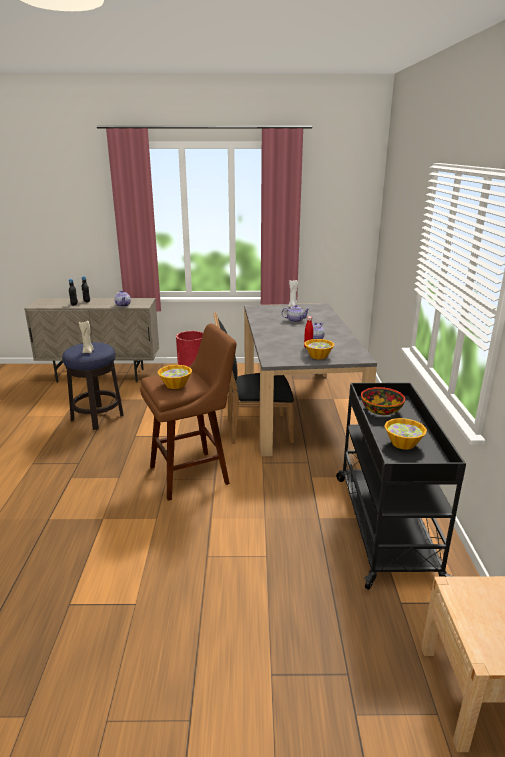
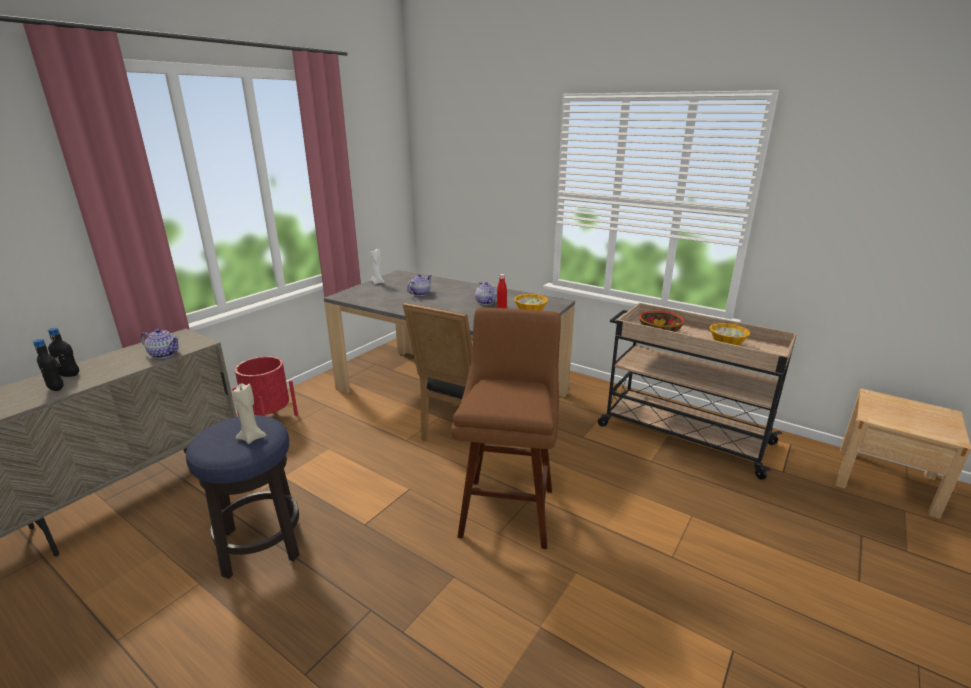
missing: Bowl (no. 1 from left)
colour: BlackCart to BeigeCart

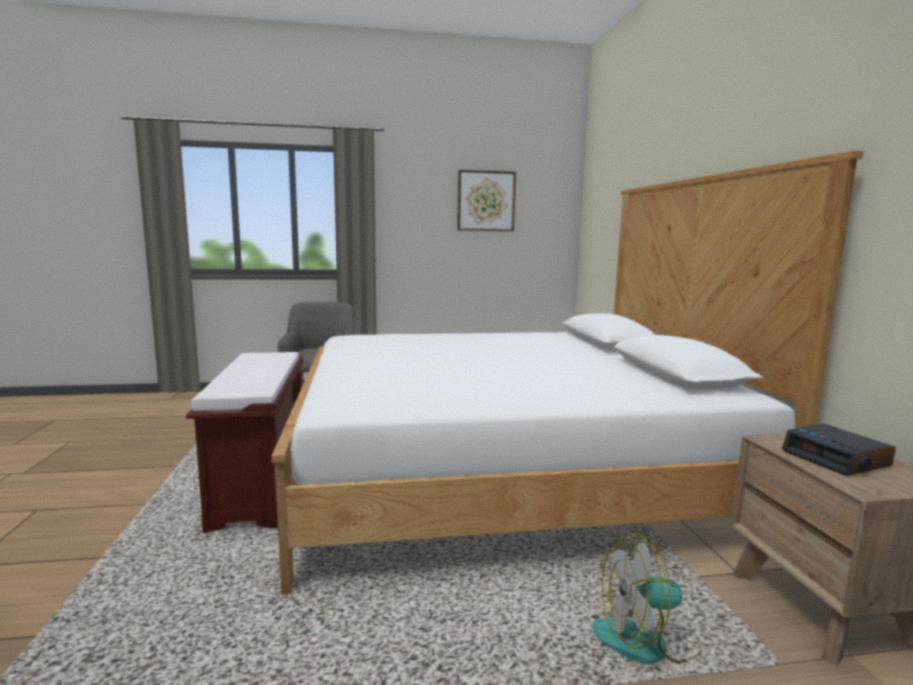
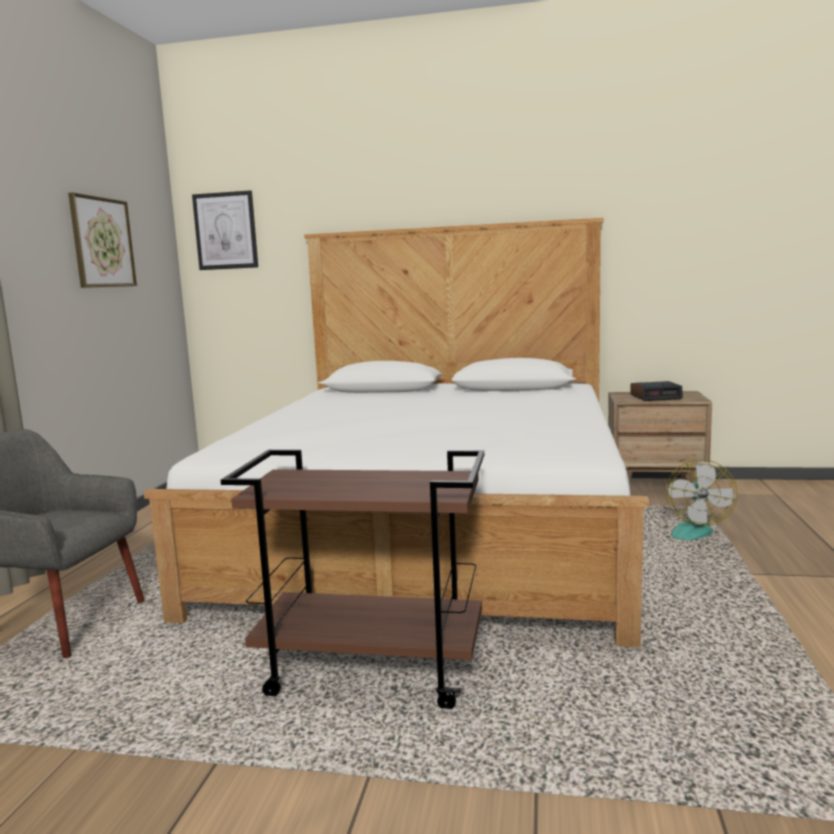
appeared: Picture (no. 2 from left)
exchanged: BrownBench to BrownCart

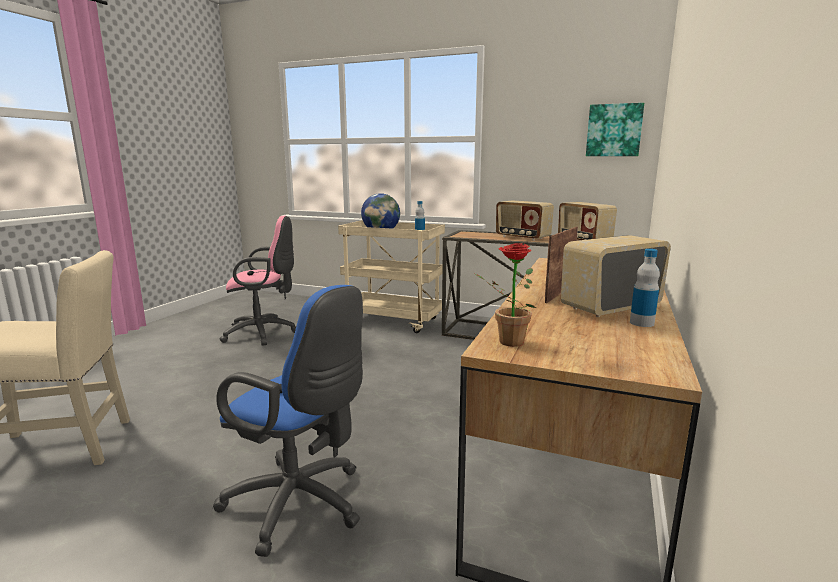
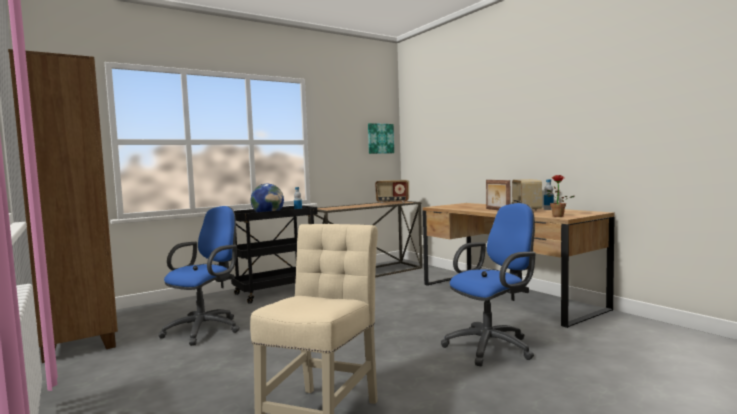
missing: Radio (no. 1 from left)
appeared: BrownBookcase
colour: PinkOfficeChair to BlueOfficeChair (no. 1 from left); BeigeCart to BlackCart

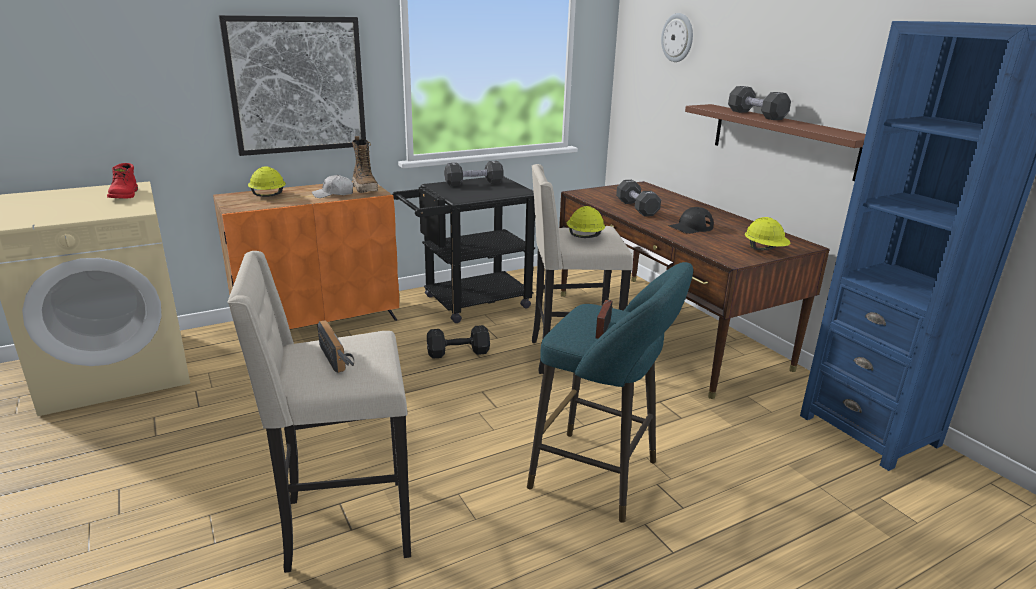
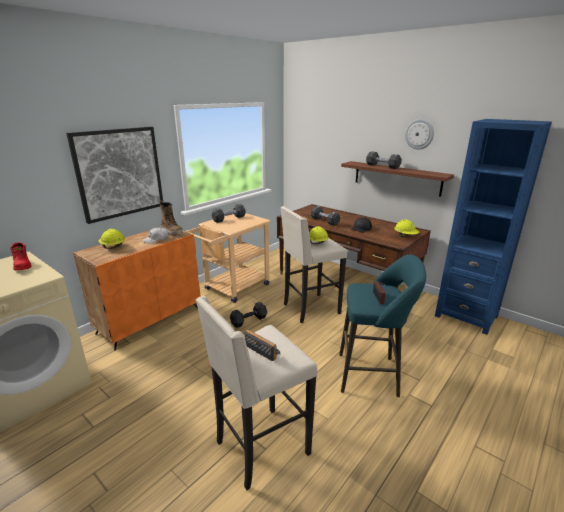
relocated: WallClock
colour: BlackCart to BeigeCart

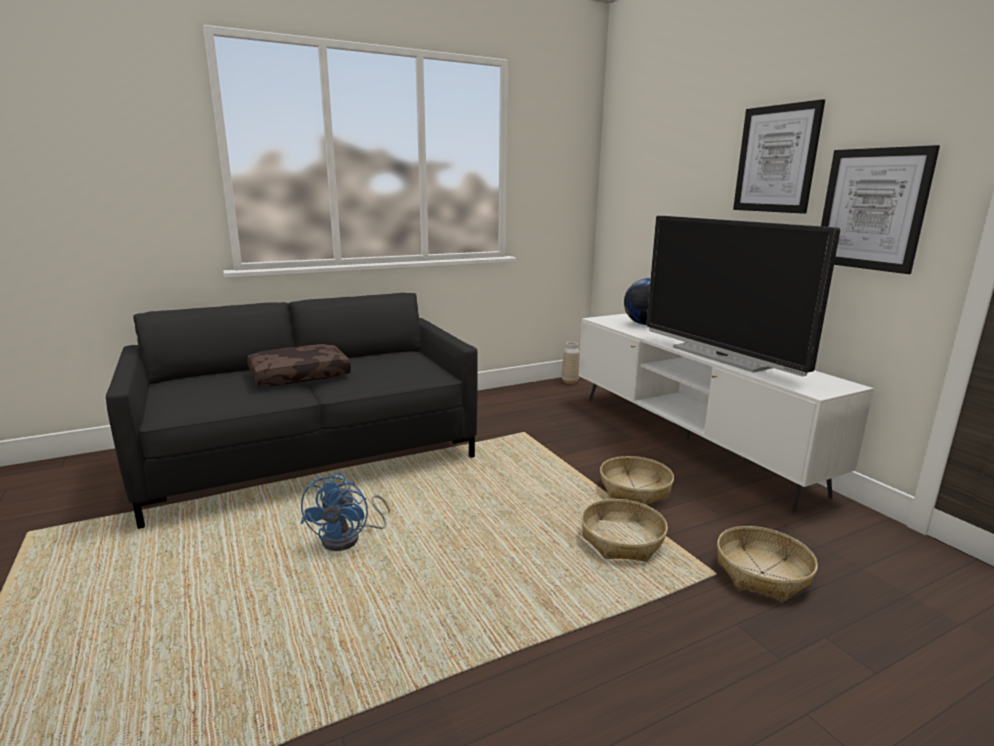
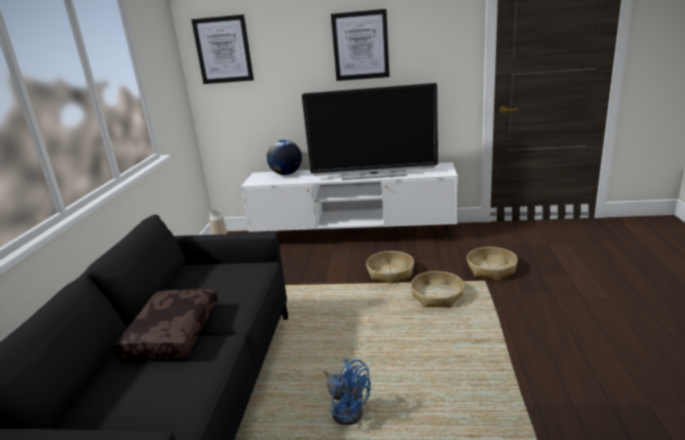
relocated: Picture (no. 2 from left in the first image) to Picture (no. 1 from left)

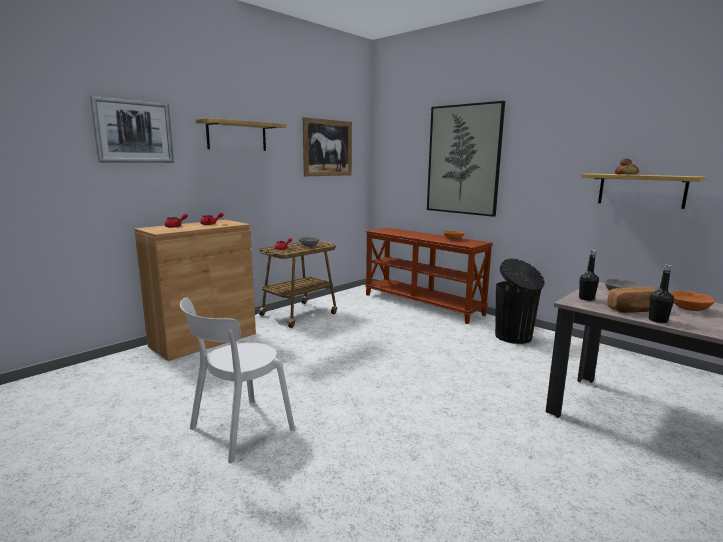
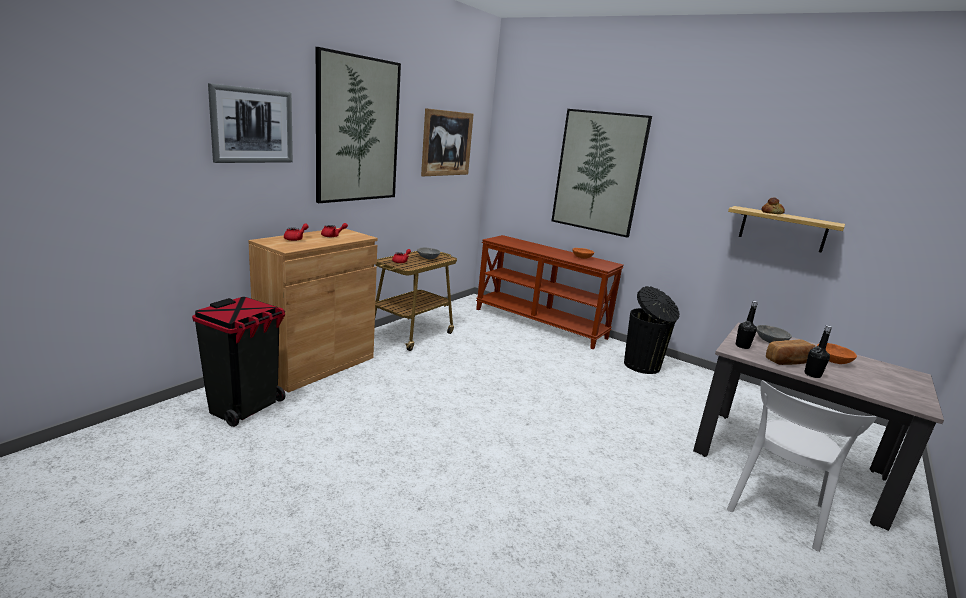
appeared: BlackTrashCan (no. 1 from left)
relocated: WhiteChair
exchanged: Shelf (no. 1 from left) to Picture (no. 2 from left)

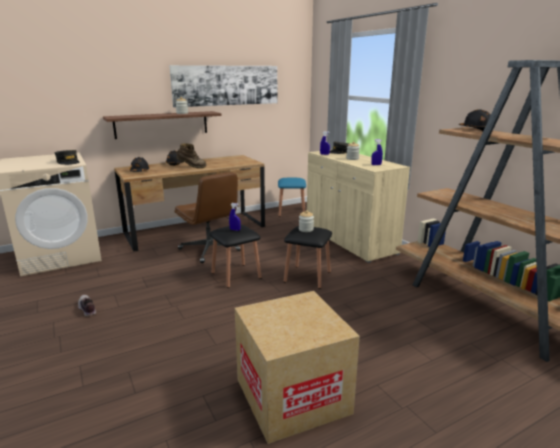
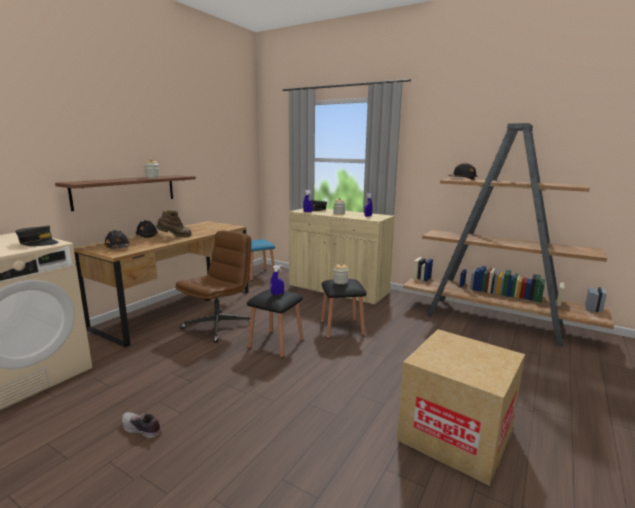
missing: Picture
spun: BrownOfficeChair 75 degrees counterclockwise

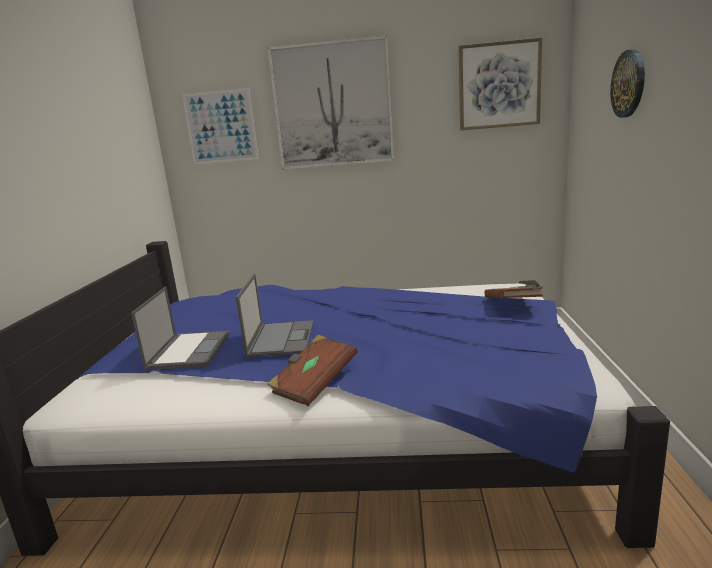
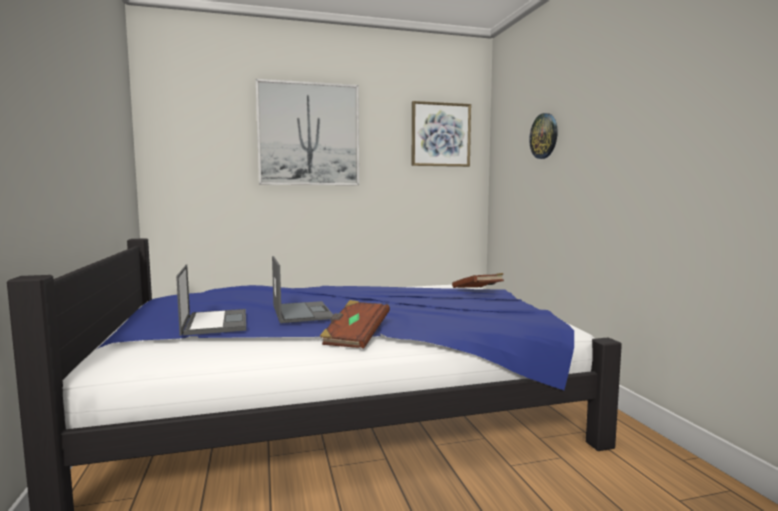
missing: Picture (no. 1 from left)

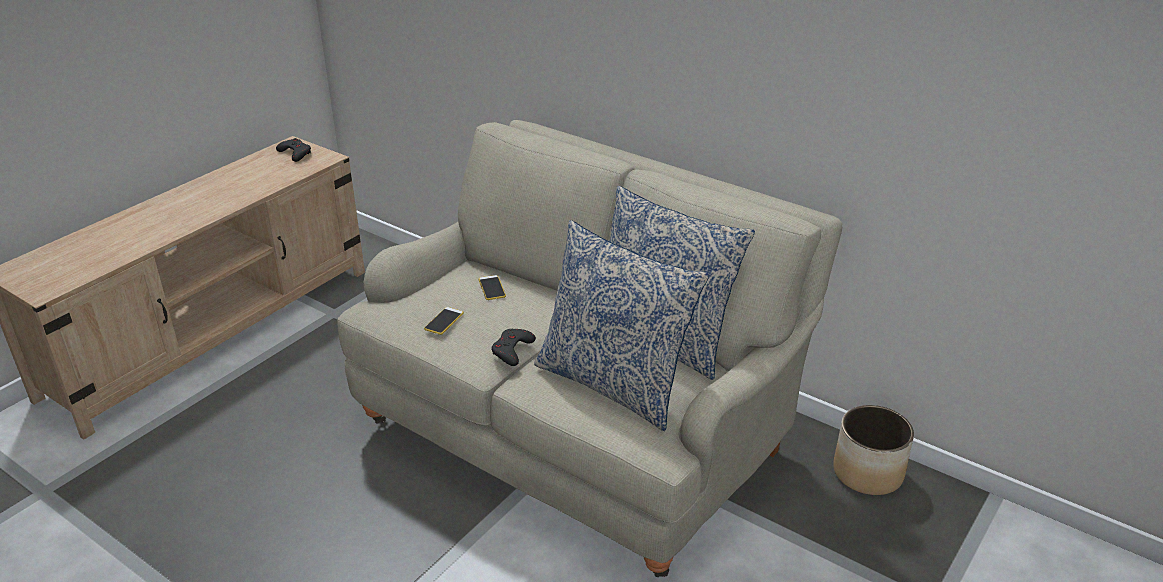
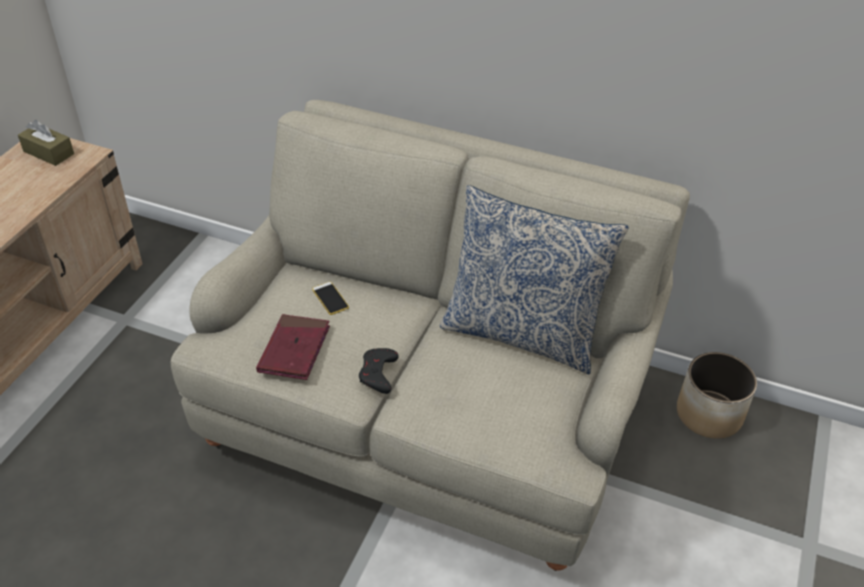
missing: Pillow (no. 1 from left)
exchanged: BlackGameController (no. 1 from left) to BrownTissueBox; Phone (no. 1 from left) to RedBook

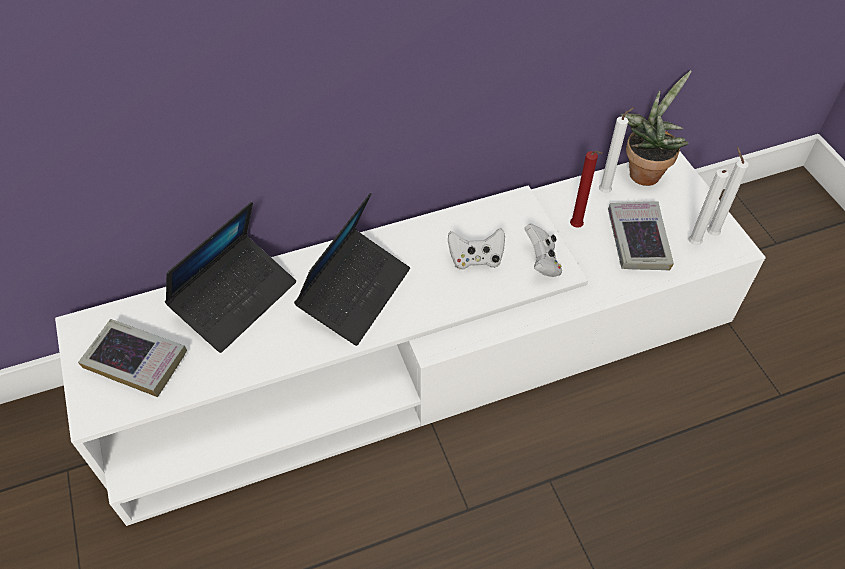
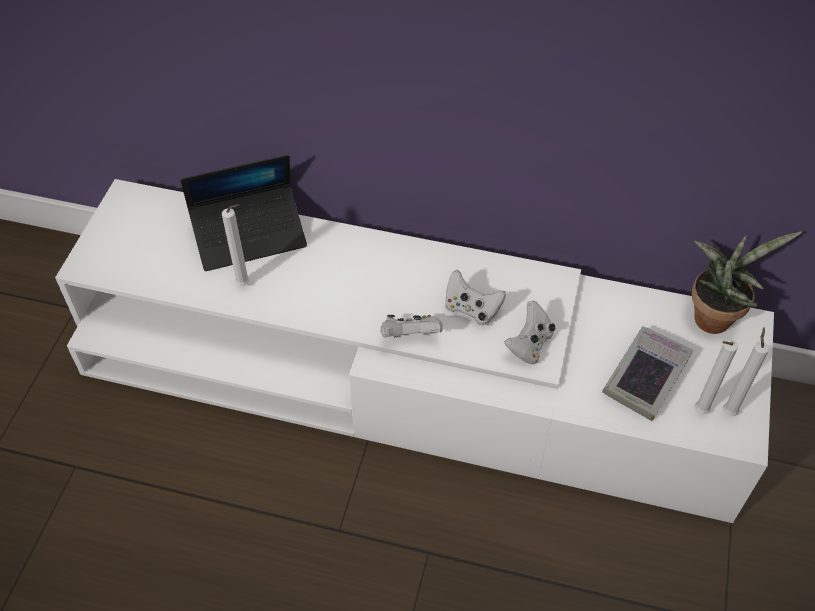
missing: Book (no. 1 from left); Laptop (no. 2 from left); RedCandle
appeared: WhiteGameController (no. 1 from left)
relocated: WhiteCandle (no. 1 from left)

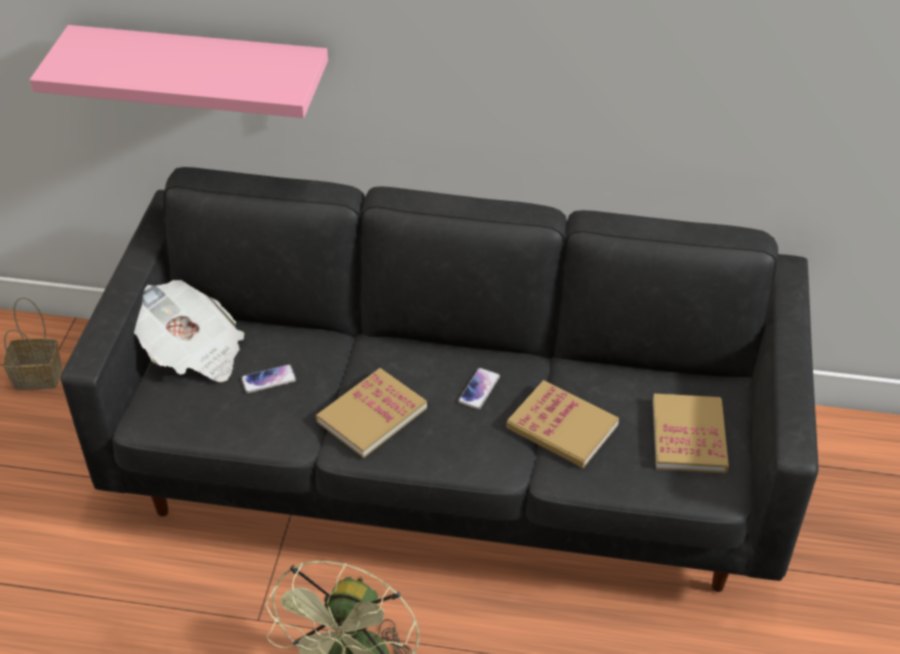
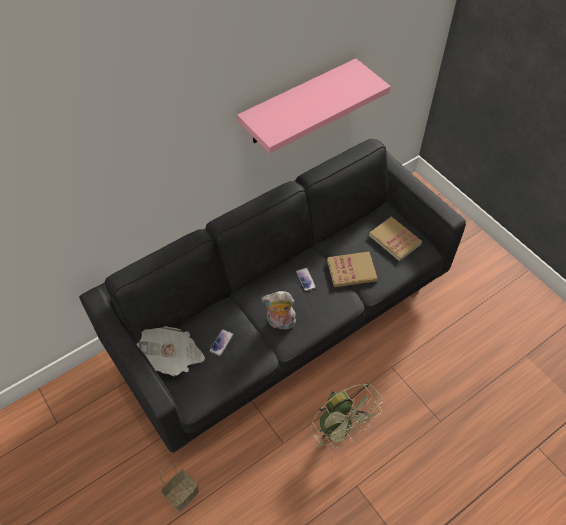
relocated: Basket; PinkShelf
exchanged: Book (no. 1 from left) to PlushToy

